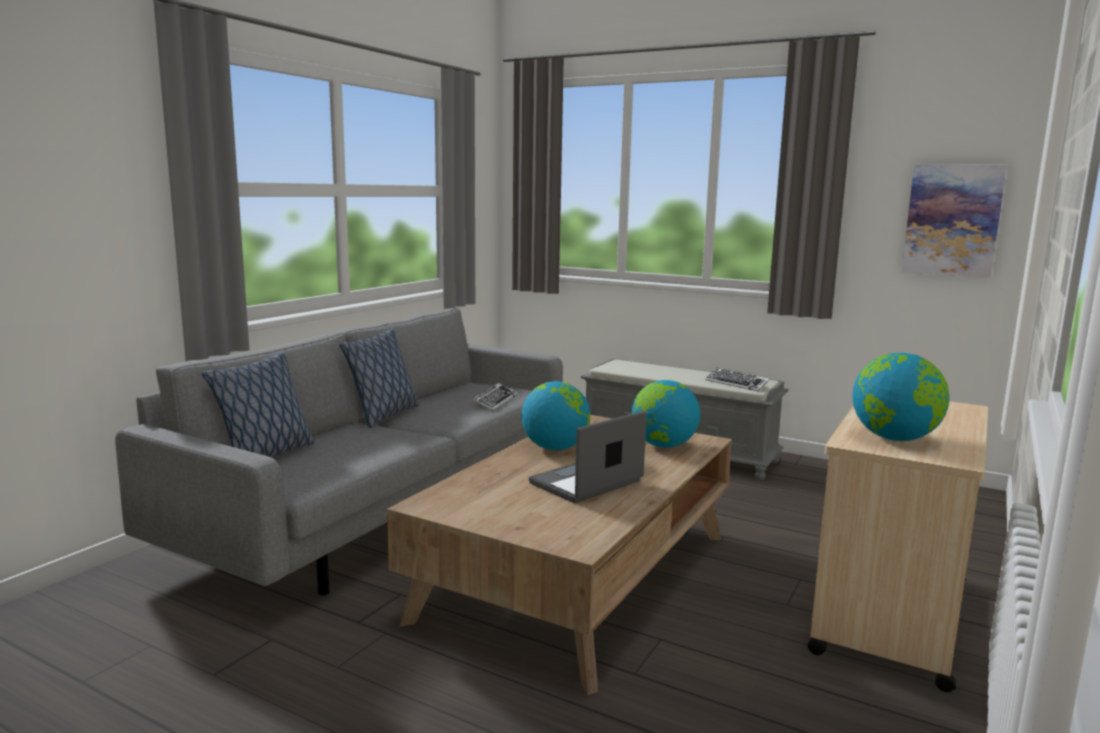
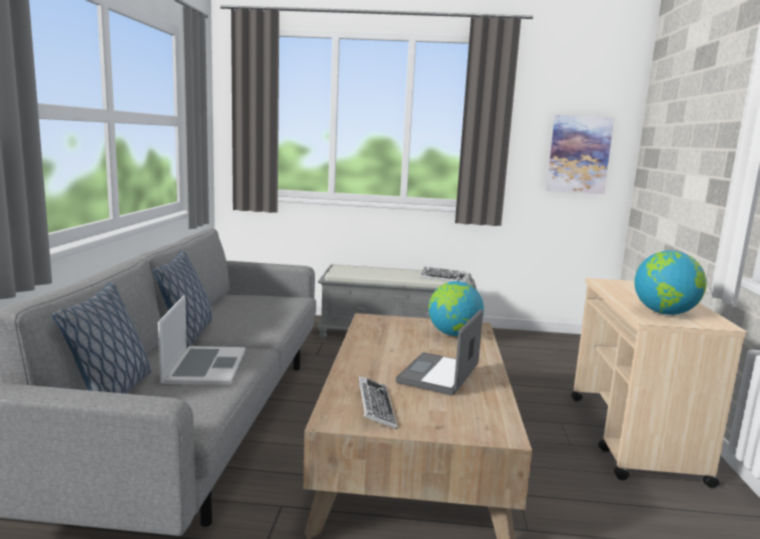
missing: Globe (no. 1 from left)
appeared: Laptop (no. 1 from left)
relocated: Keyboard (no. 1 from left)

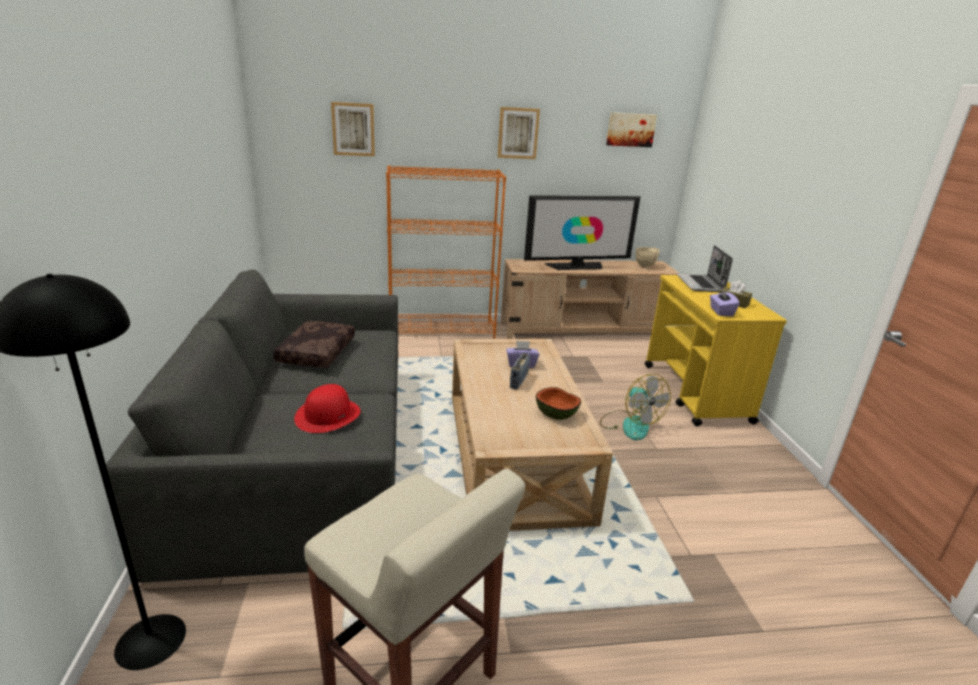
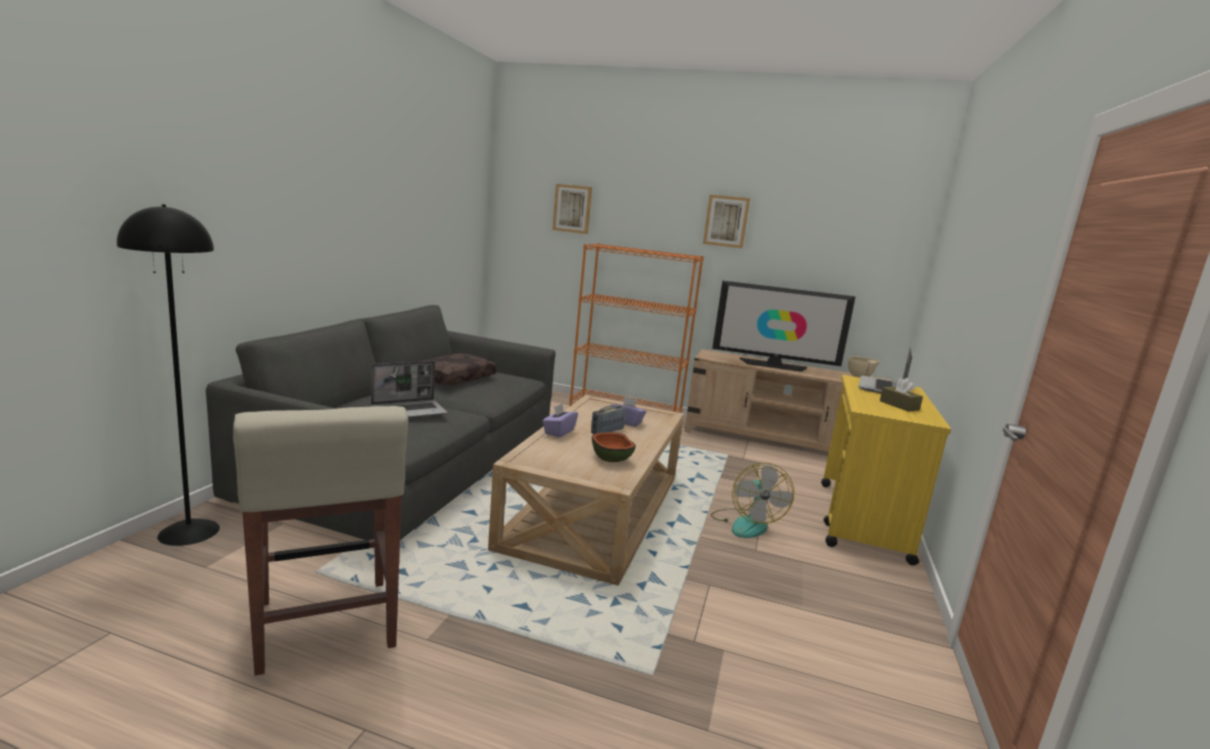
missing: Picture (no. 3 from left)
relocated: PurpleTissueBox (no. 2 from left in the first image) to PurpleTissueBox (no. 1 from left)
exchanged: RedHat to Laptop (no. 1 from left)

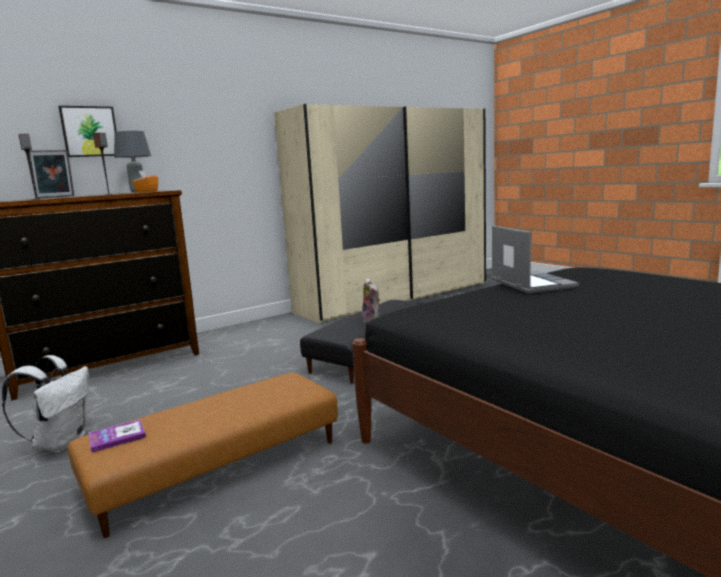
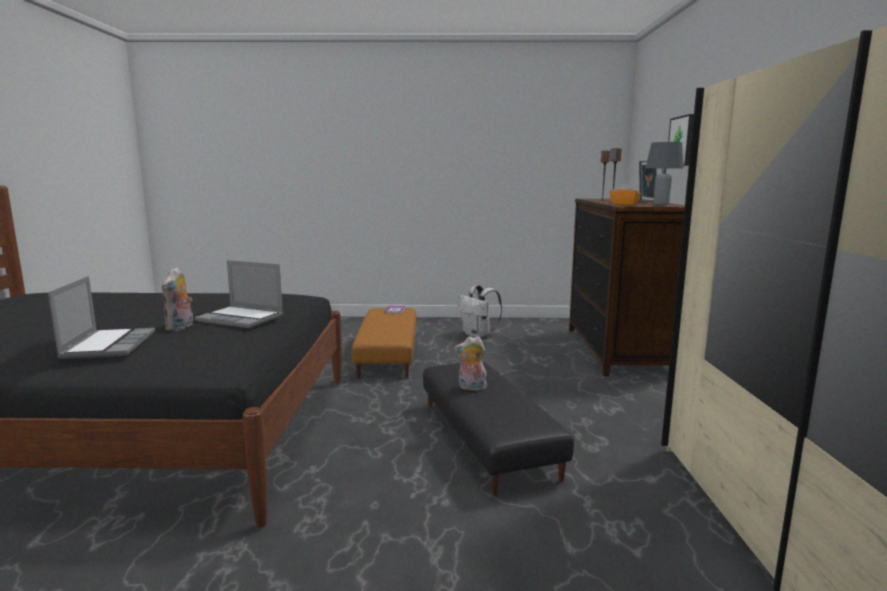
appeared: Laptop (no. 1 from left); PlushToy (no. 1 from left)

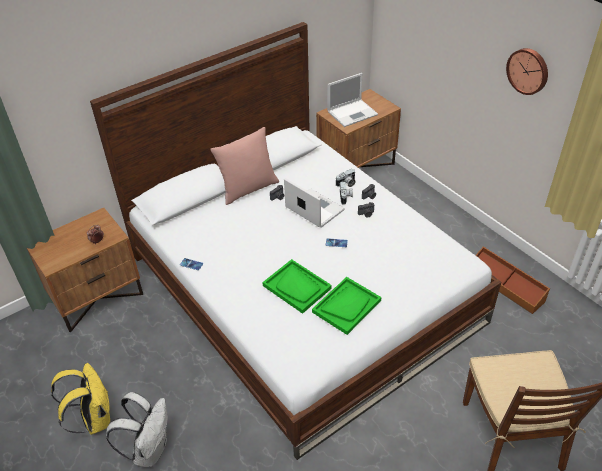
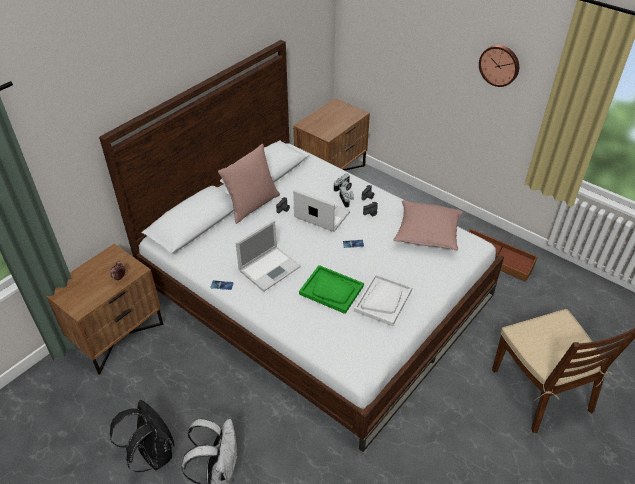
appeared: PinkPillow (no. 2 from left)
relocated: Laptop (no. 2 from left in the first image) to Laptop (no. 1 from left)
colour: YellowBackpack to BlackBackpack; GreenTray (no. 2 from left) to WhiteTray

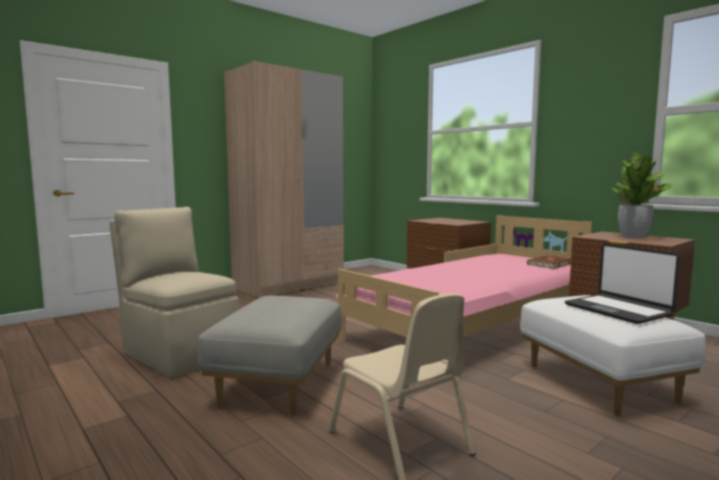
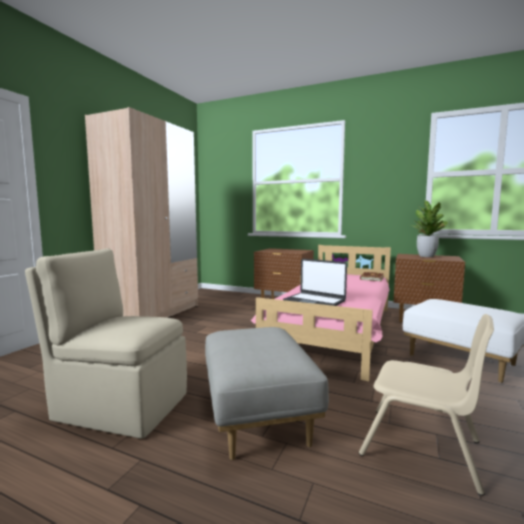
relocated: Laptop

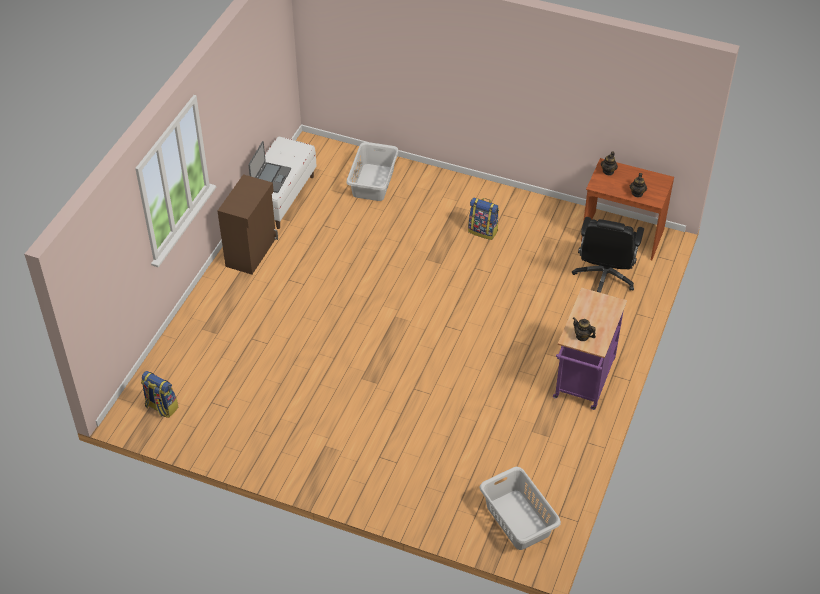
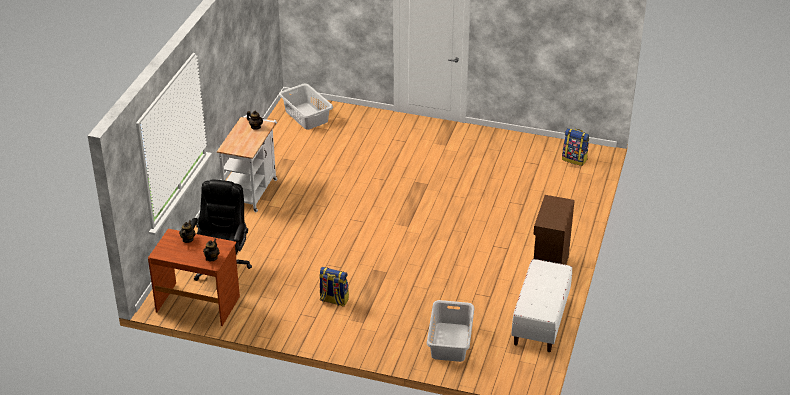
missing: Laptop
colour: PurpleCart to WhiteCart

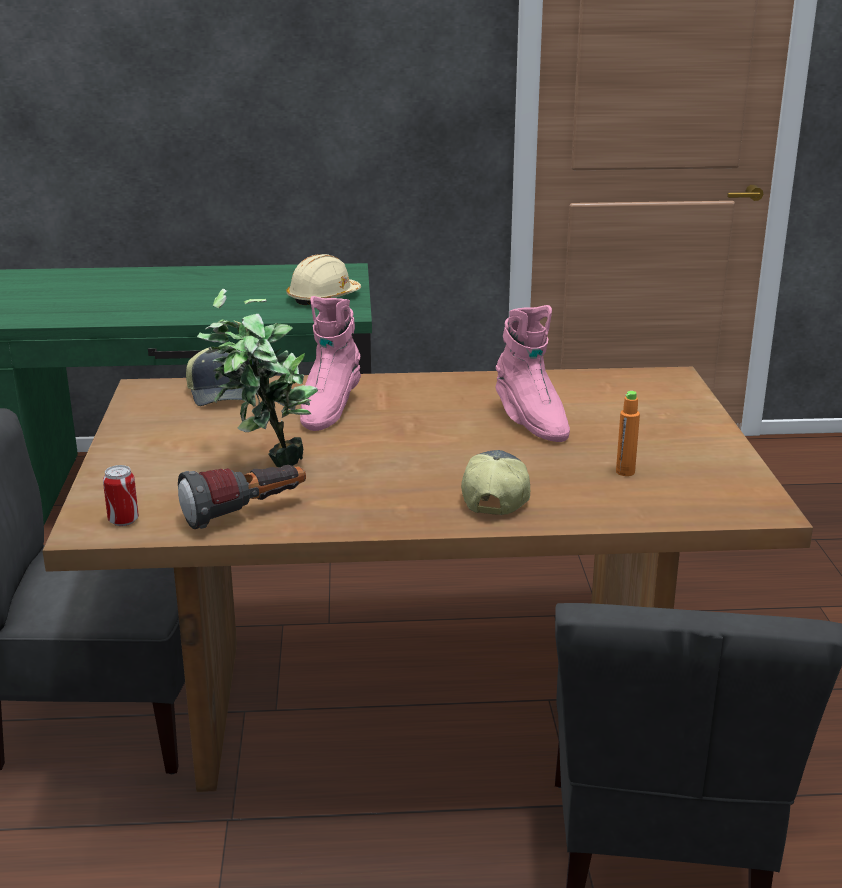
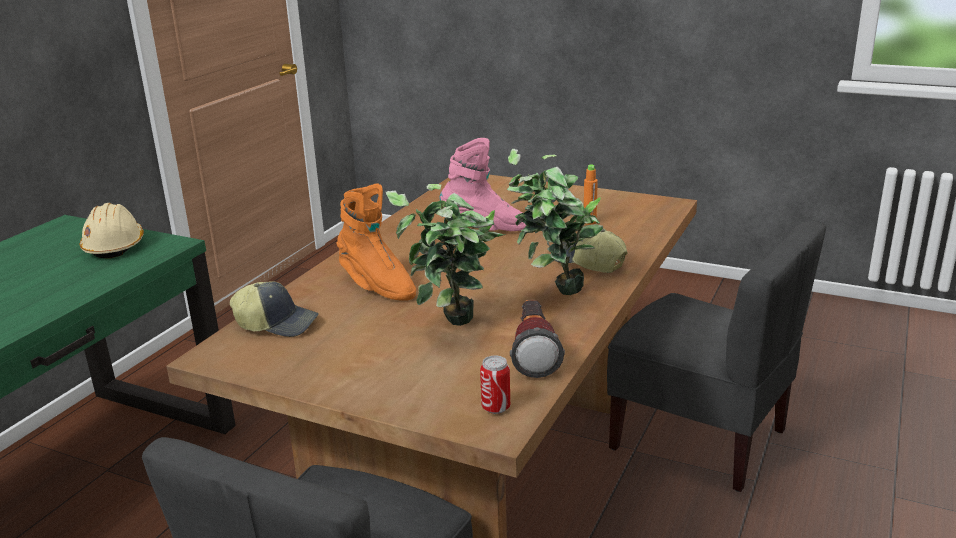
appeared: PottedPlant (no. 2 from left)
colour: PinkBoot (no. 1 from left) to OrangeBoot

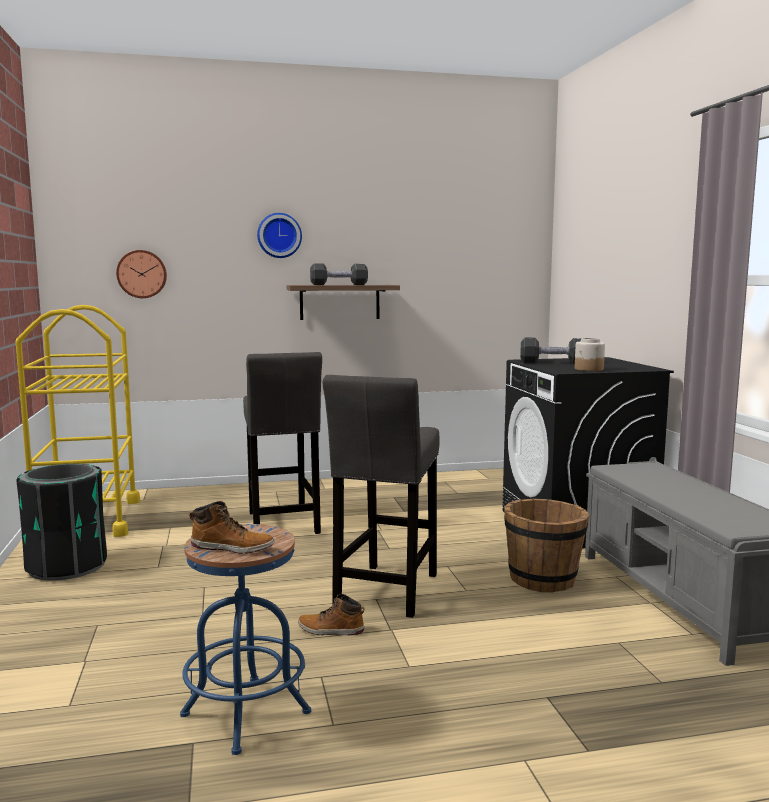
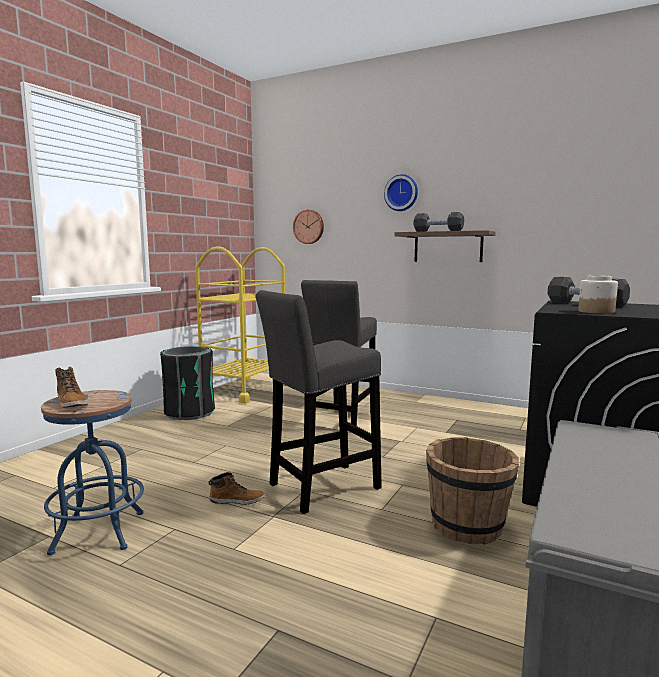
spun: Boot (no. 2 from left) 135 degrees clockwise

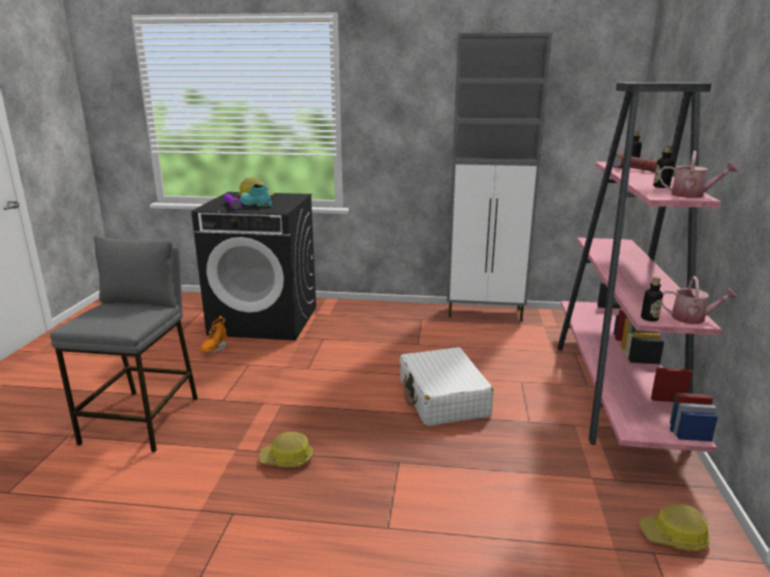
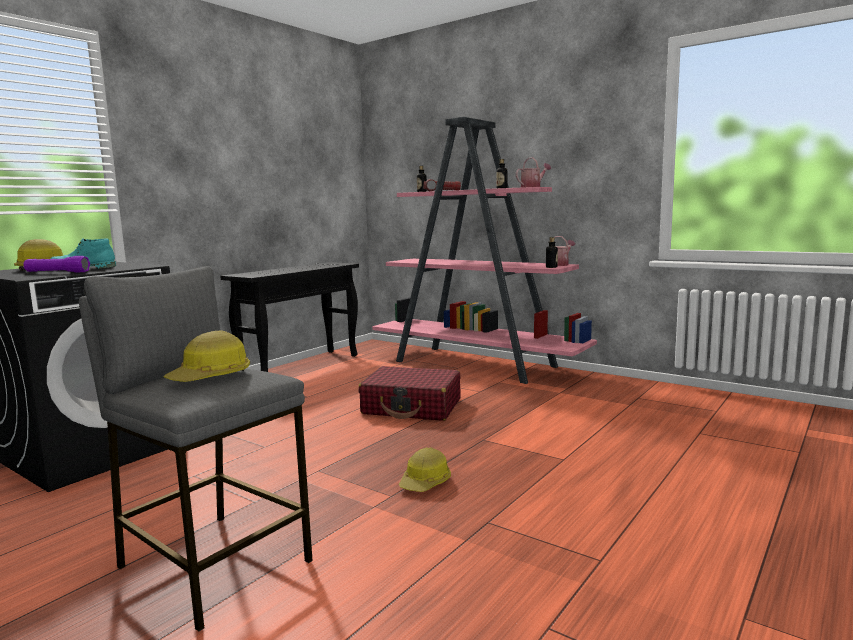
missing: OrangeBoot
relocated: HardHat (no. 3 from left in the first image) to HardHat (no. 2 from left)
exchanged: GreyCabinet to BlackConsoleTable
colour: WhiteSuitcase to RedSuitcase

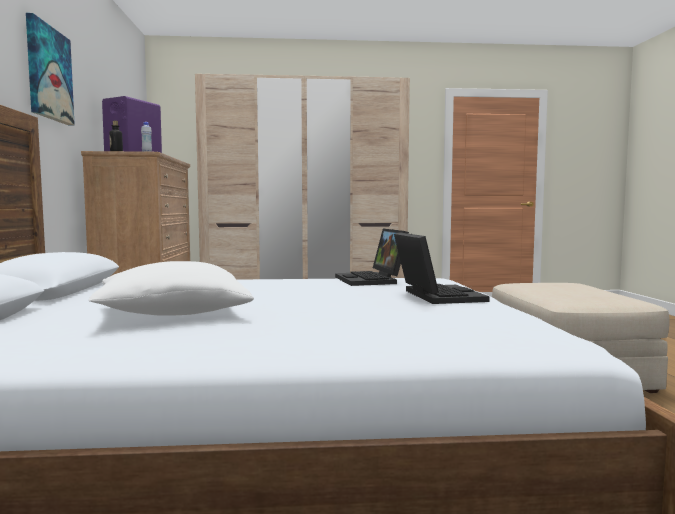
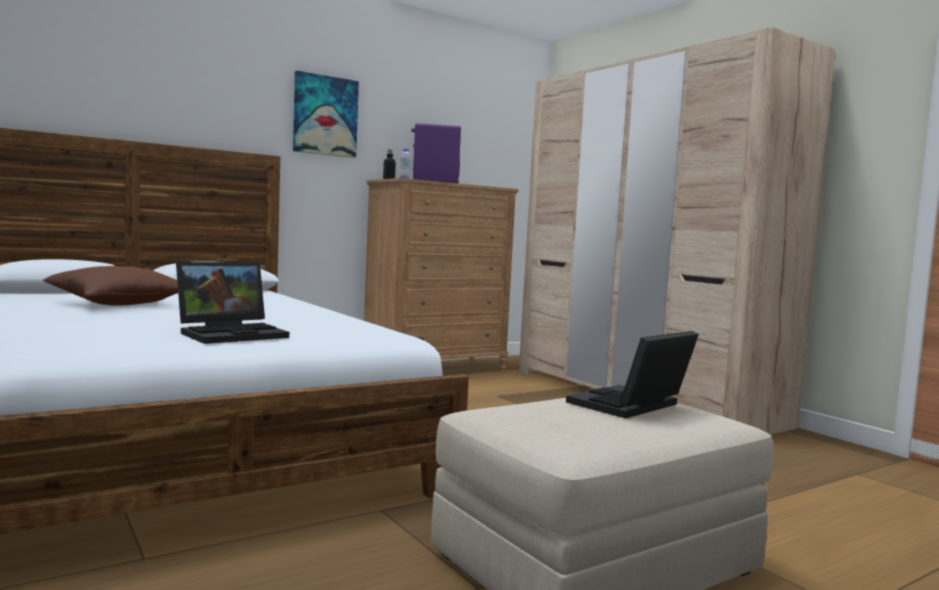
relocated: Laptop (no. 1 from left in the first image) to Laptop (no. 2 from left)
colour: WhitePillow to BrownPillow

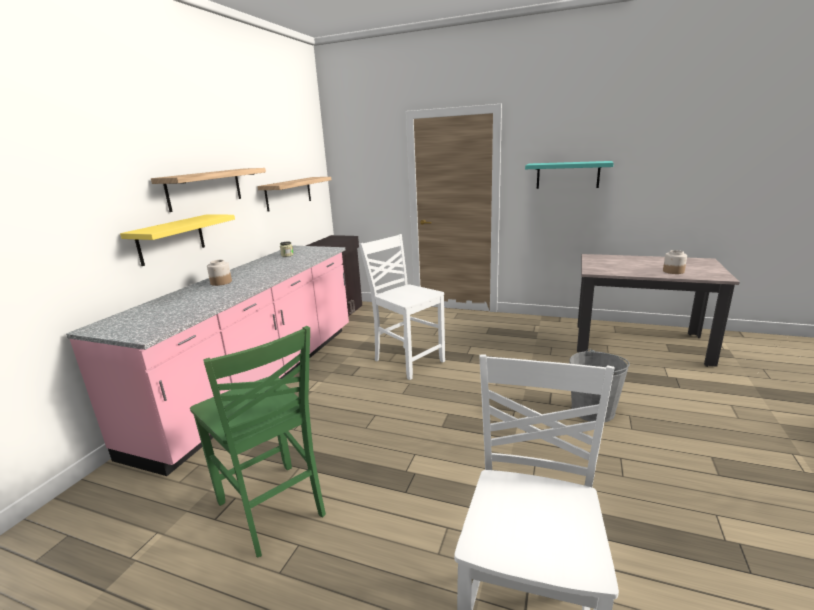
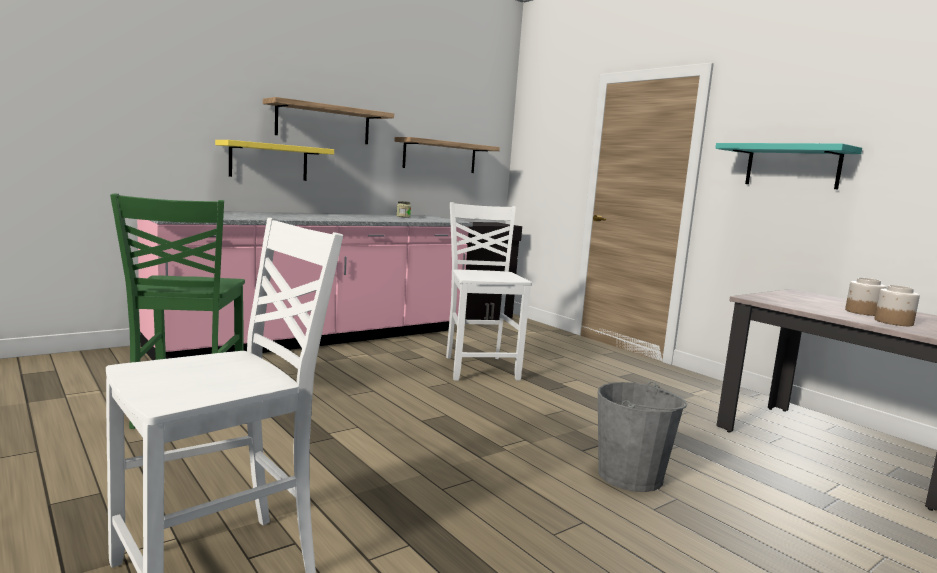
relocated: Jar (no. 1 from left in the first image) to Jar (no. 2 from left)

